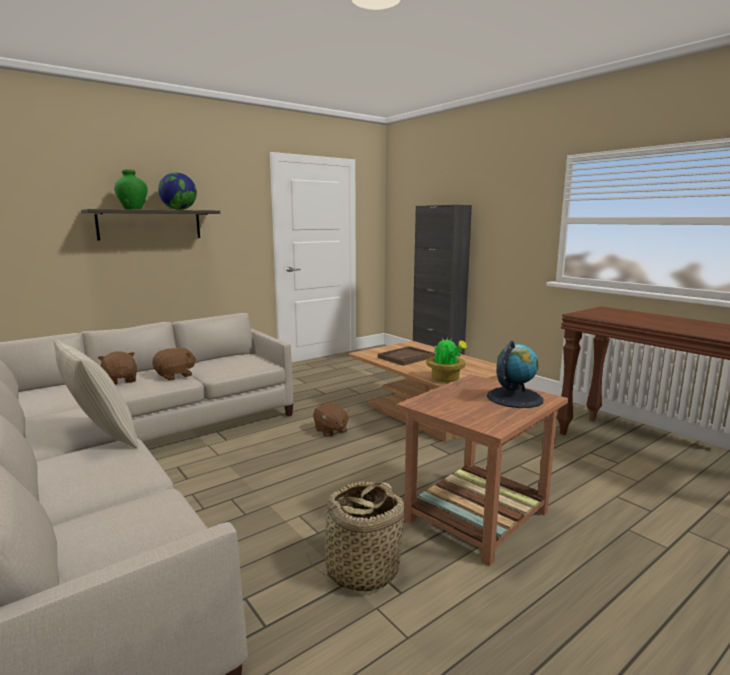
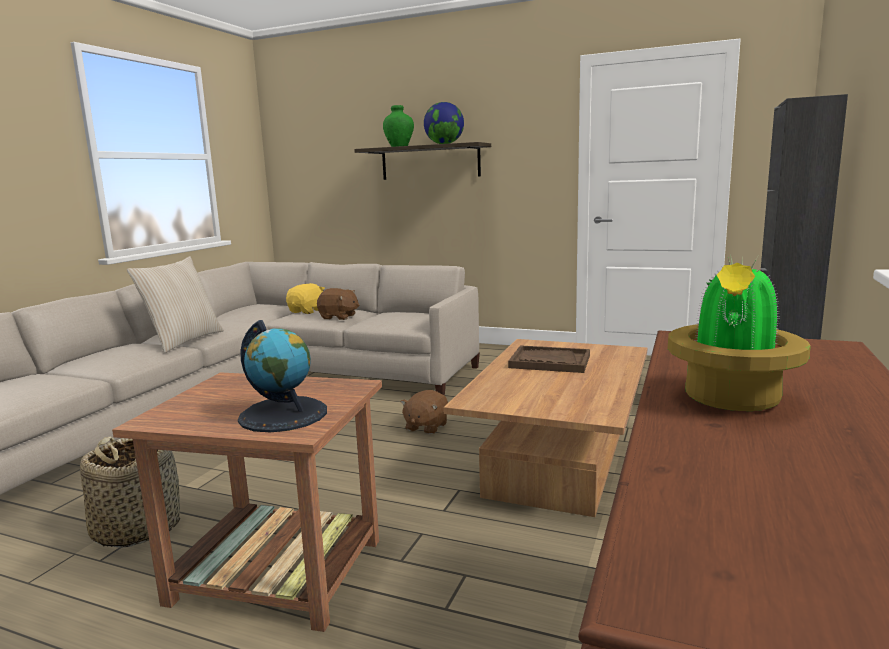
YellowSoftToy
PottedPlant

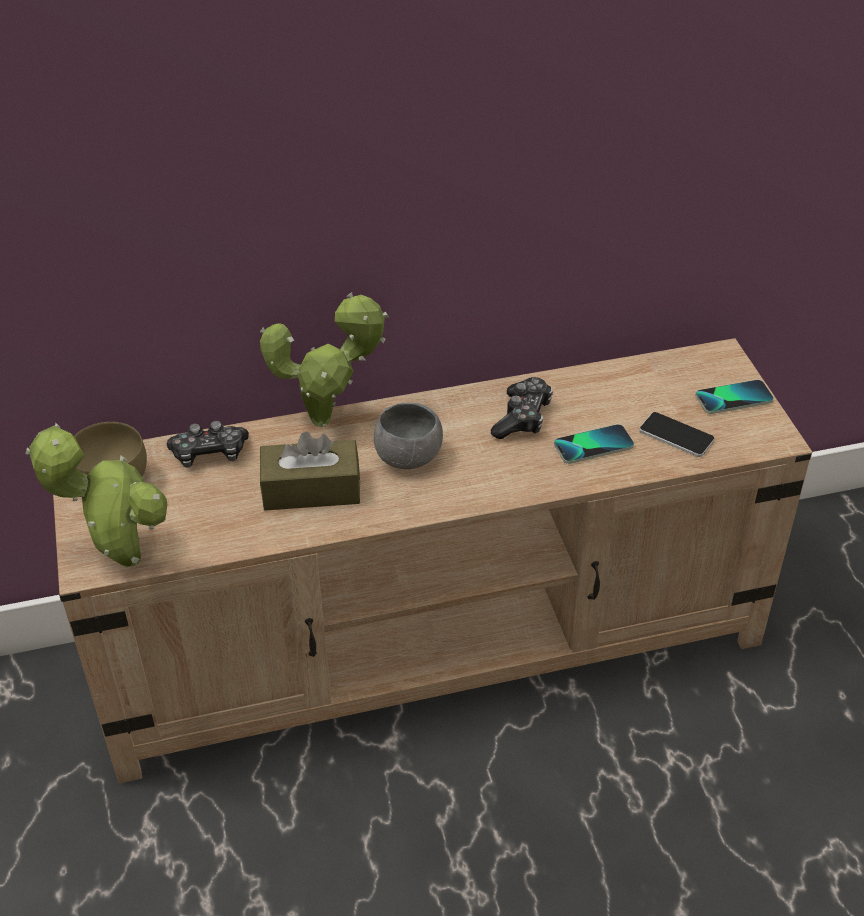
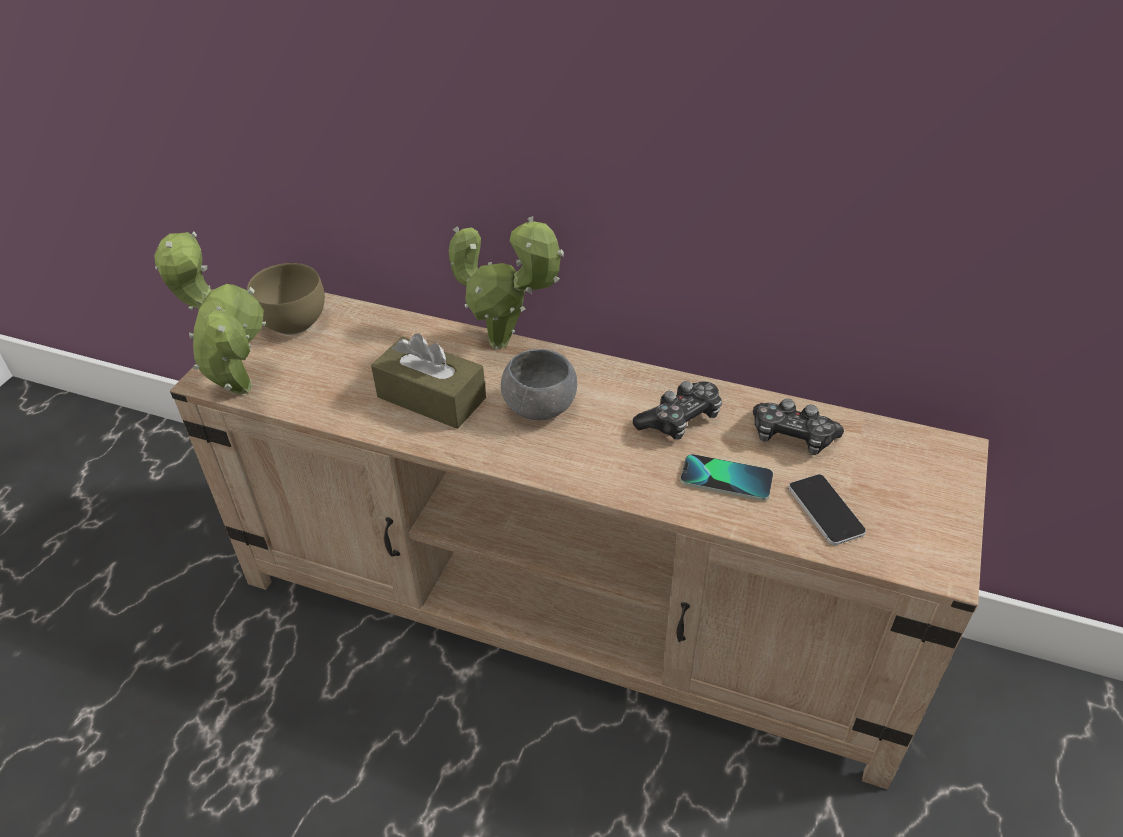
GameController (no. 2 from left)
Telephone (no. 3 from left in the first image)

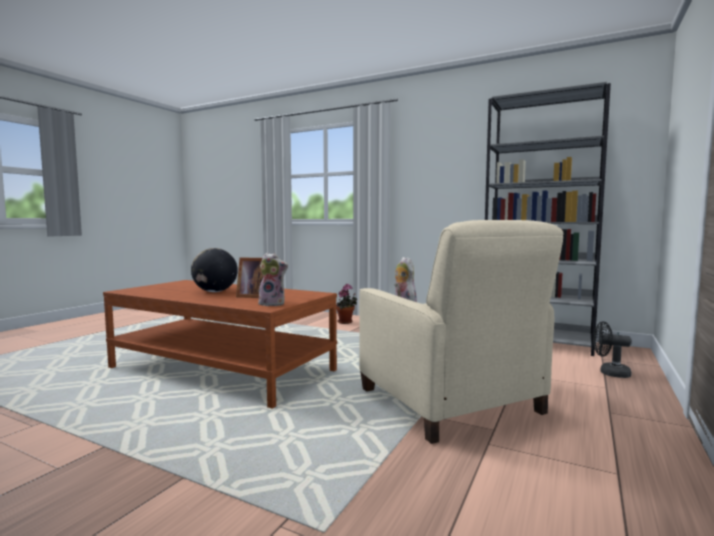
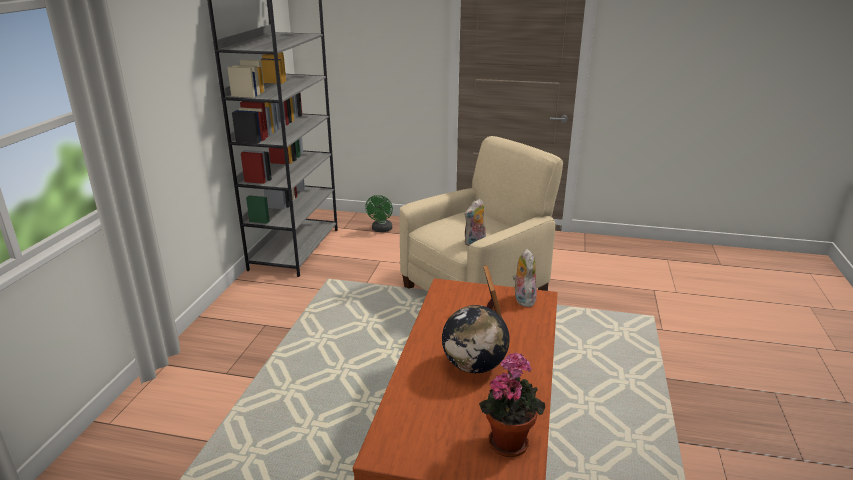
GreenishCoolingFan
PottedPlant

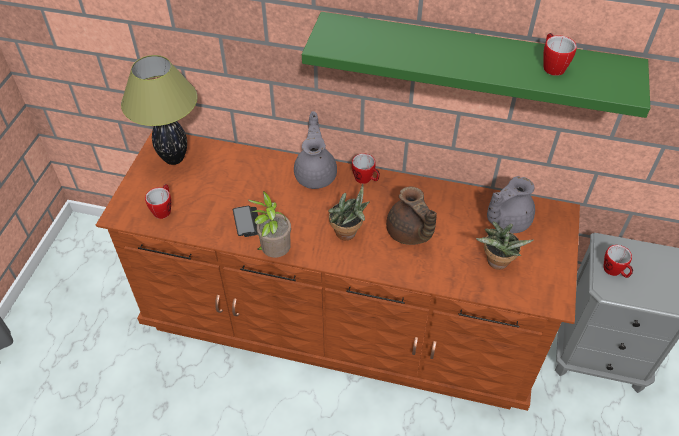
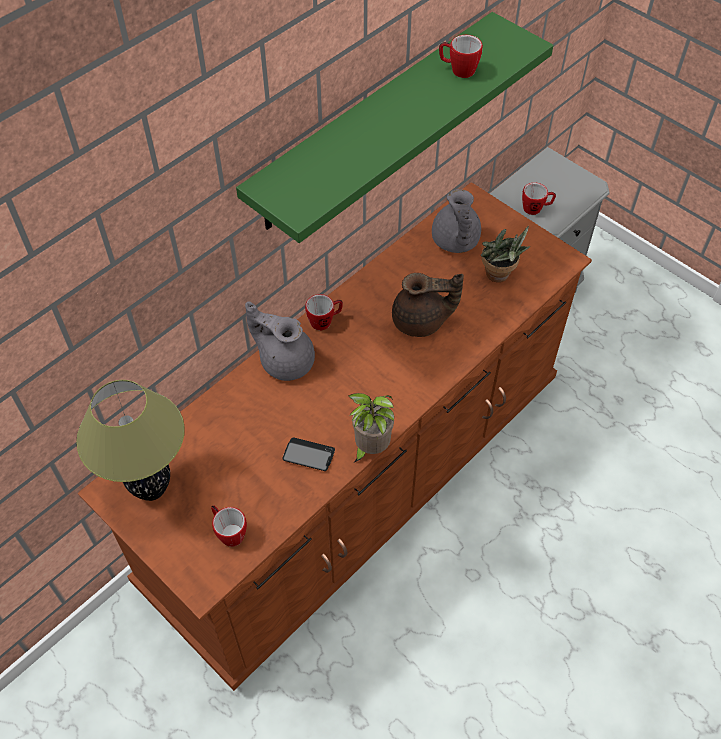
PottedPlant (no. 2 from left in the first image)

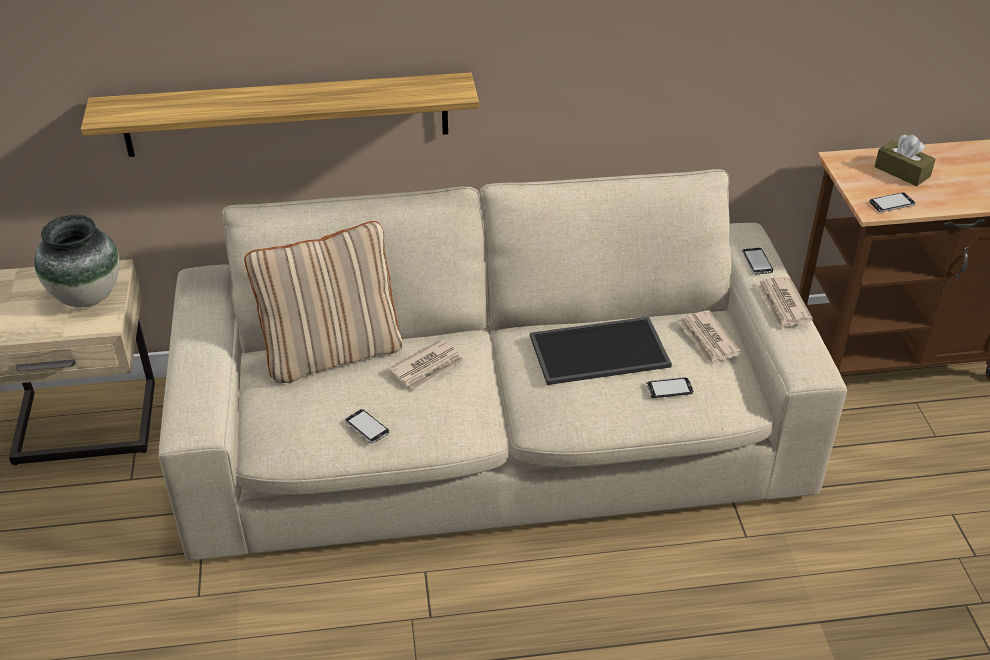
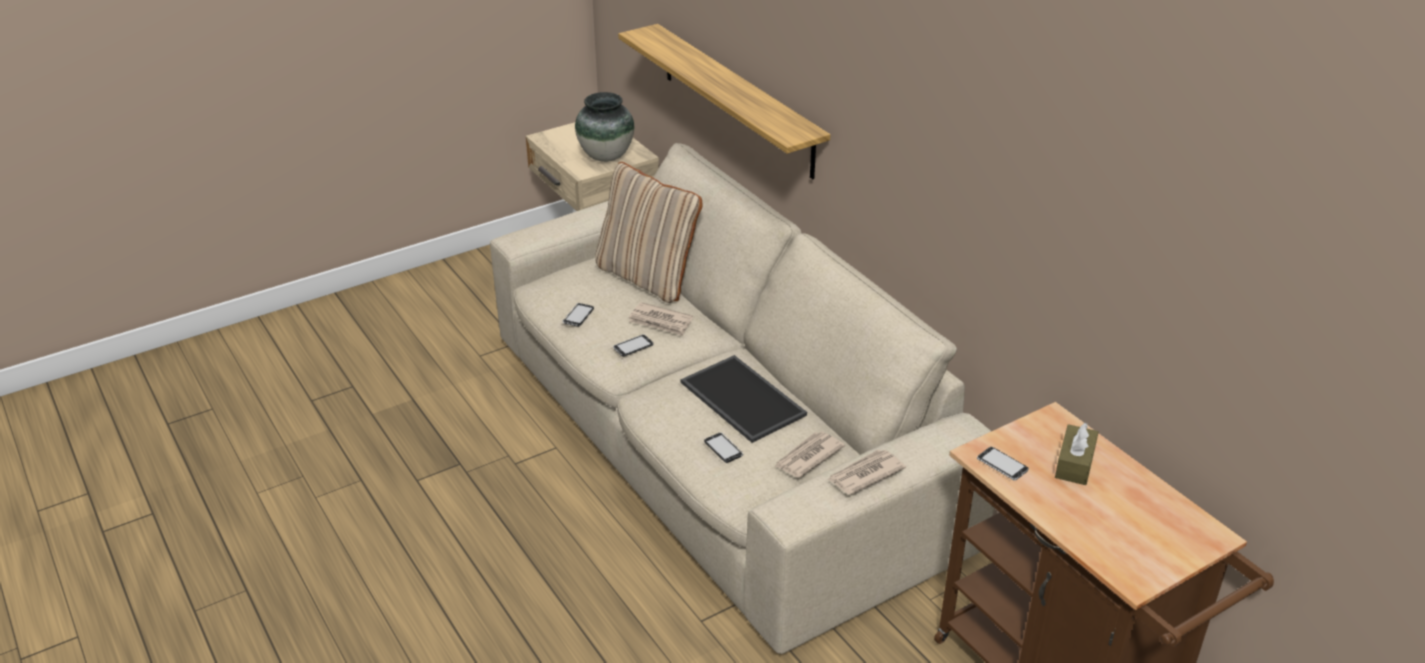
Telephone (no. 2 from left)

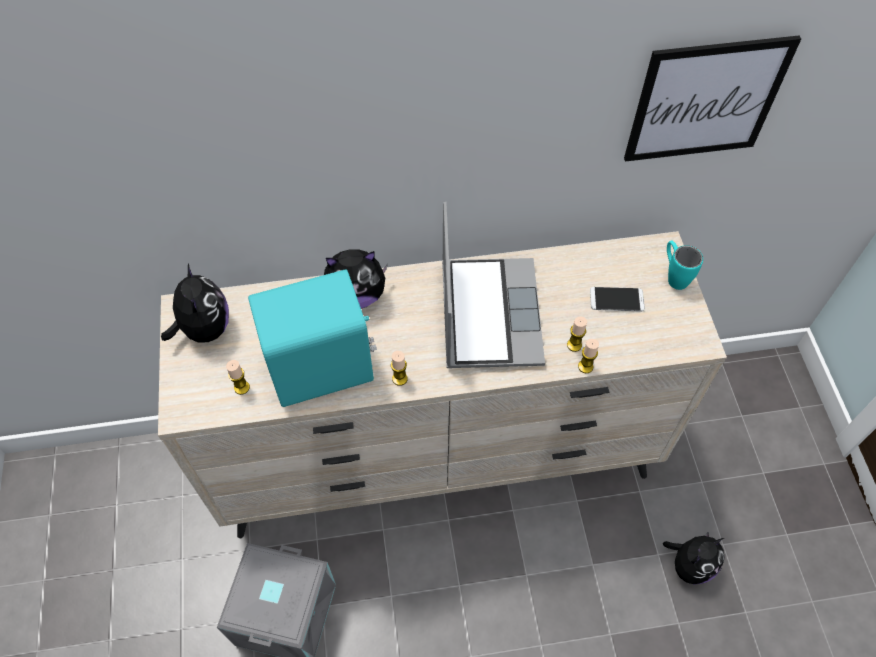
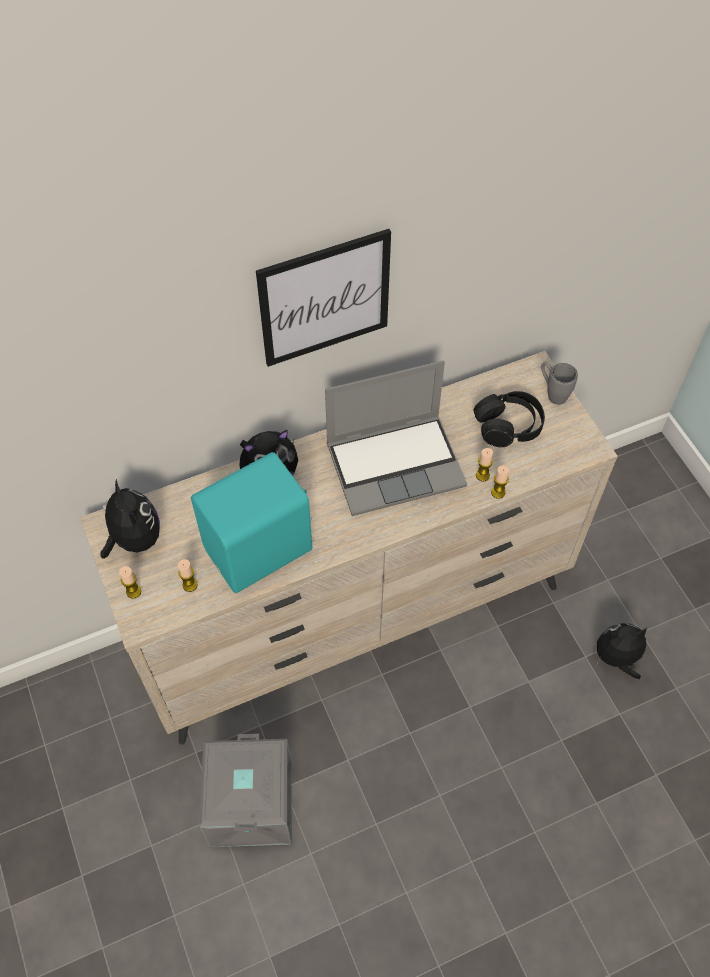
Candle (no. 1 from left)
WallPicture
NotebookComputer
BlackishPairOfHeadphones
GreyishMug
SoftToy (no. 3 from left)

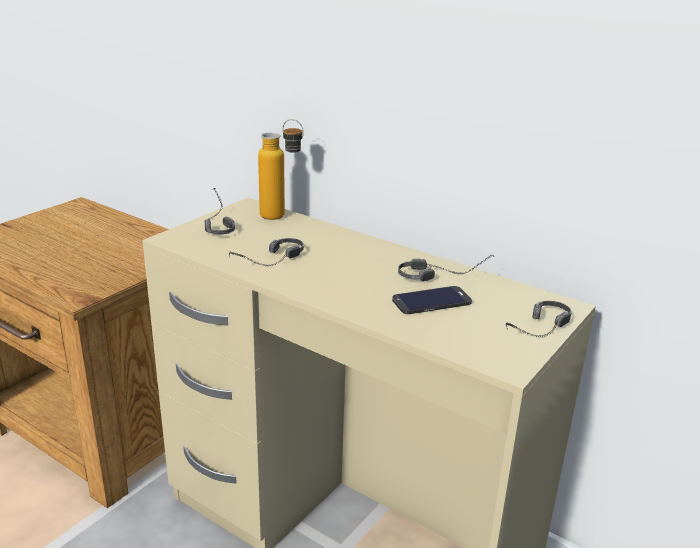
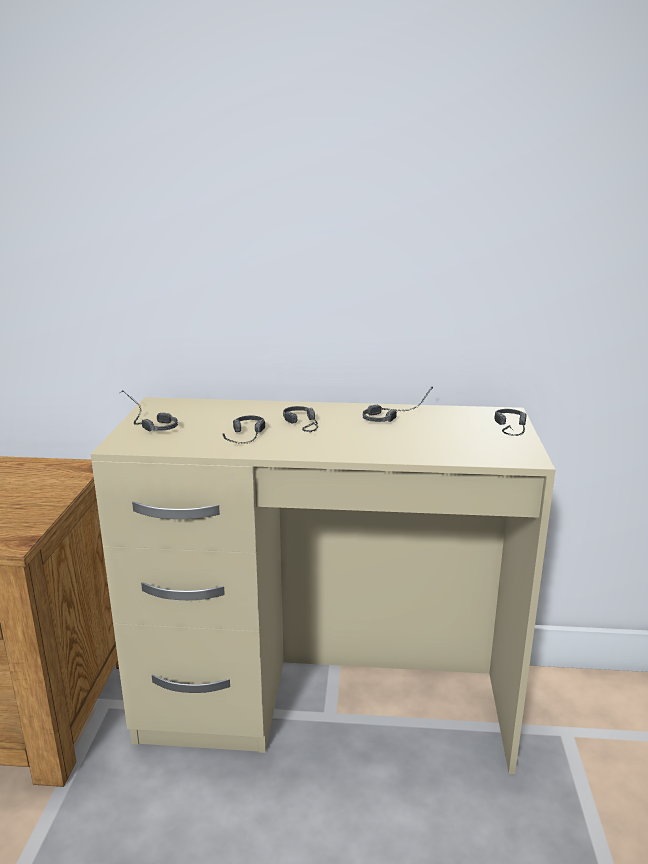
PairOfHeadphones (no. 3 from left)
DrinkBottle
Telephone

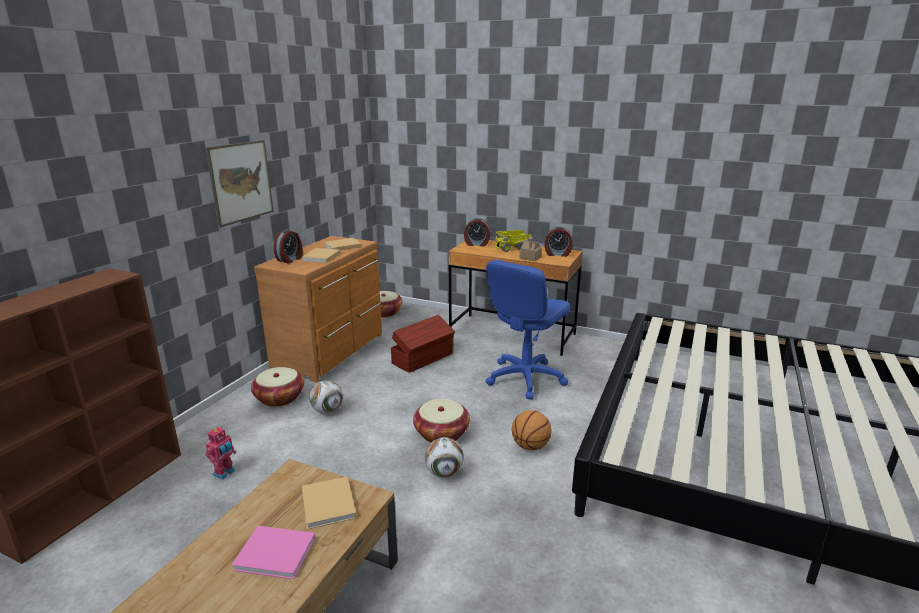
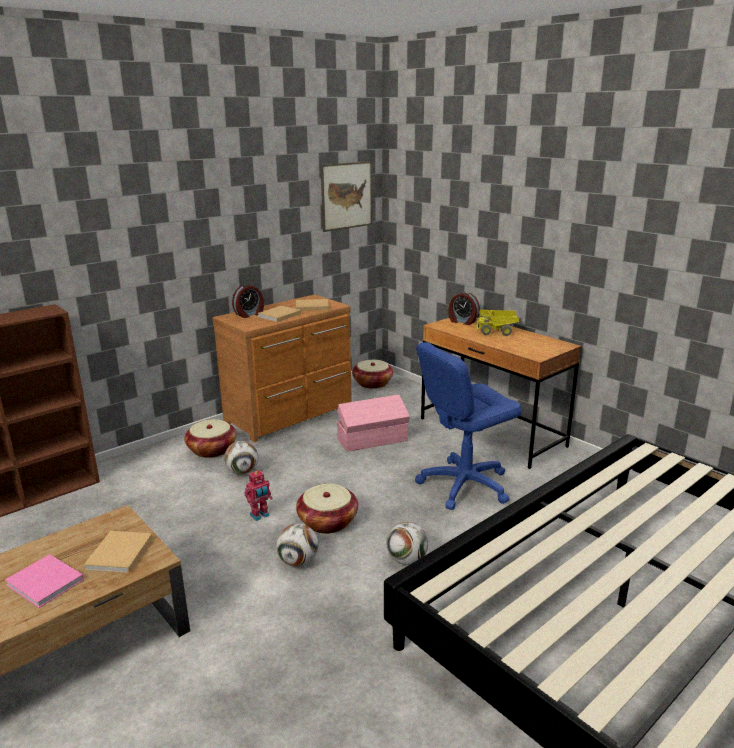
ToyRobot
WallPicture
PinkStorageContainer
FootballBall (no. 3 from left)
MiniatureHouse
AlarmClock (no. 3 from left in the first image)

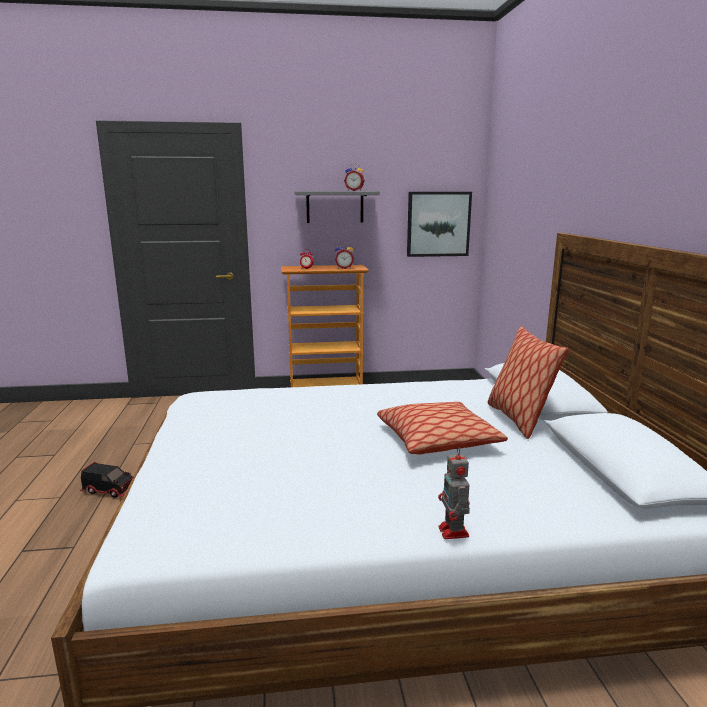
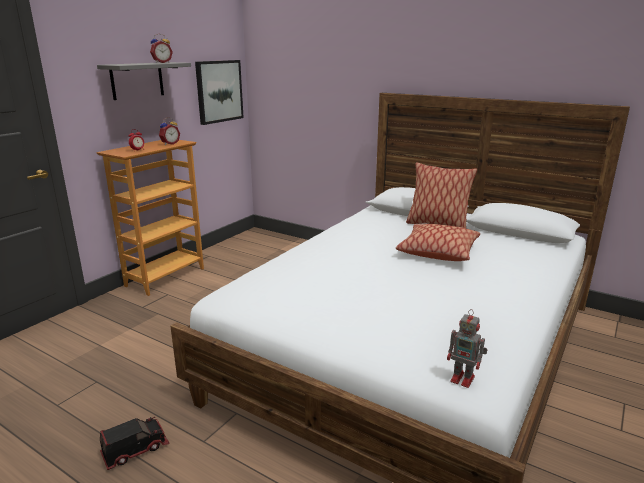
ToyRobot

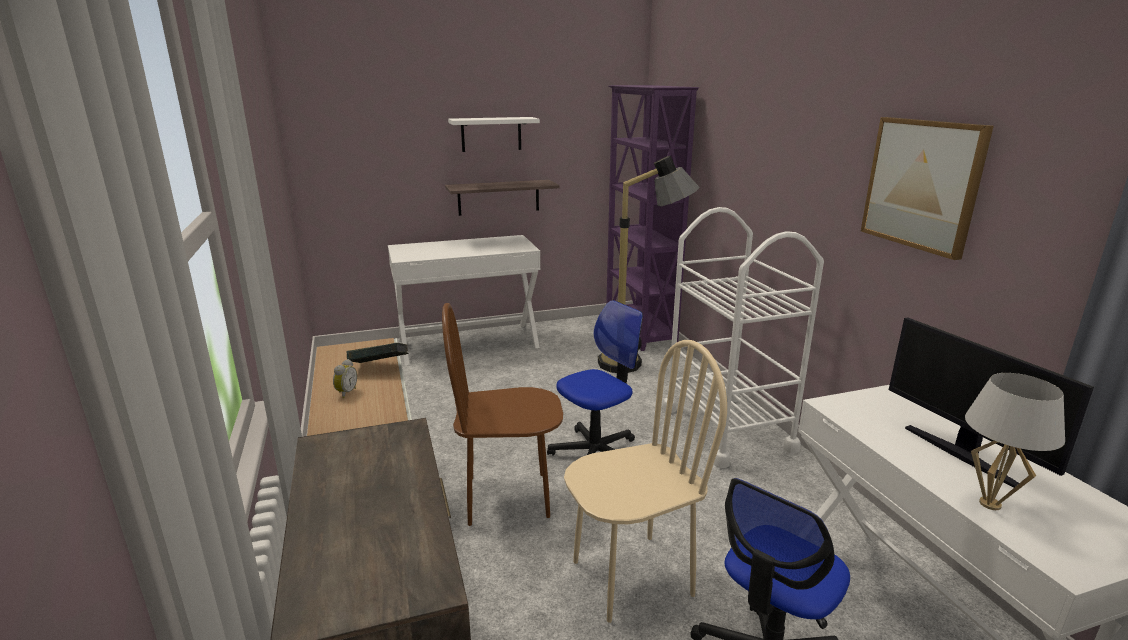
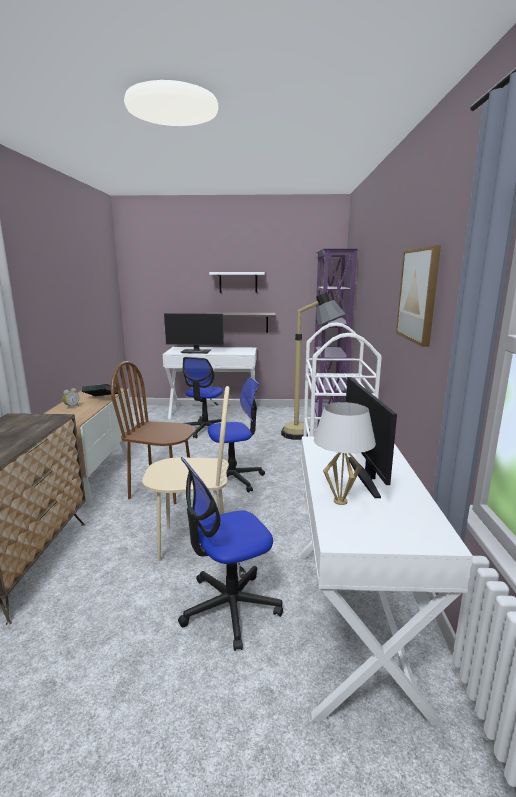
ComputerDisplay (no. 1 from left)
OfficeChair (no. 1 from left)

